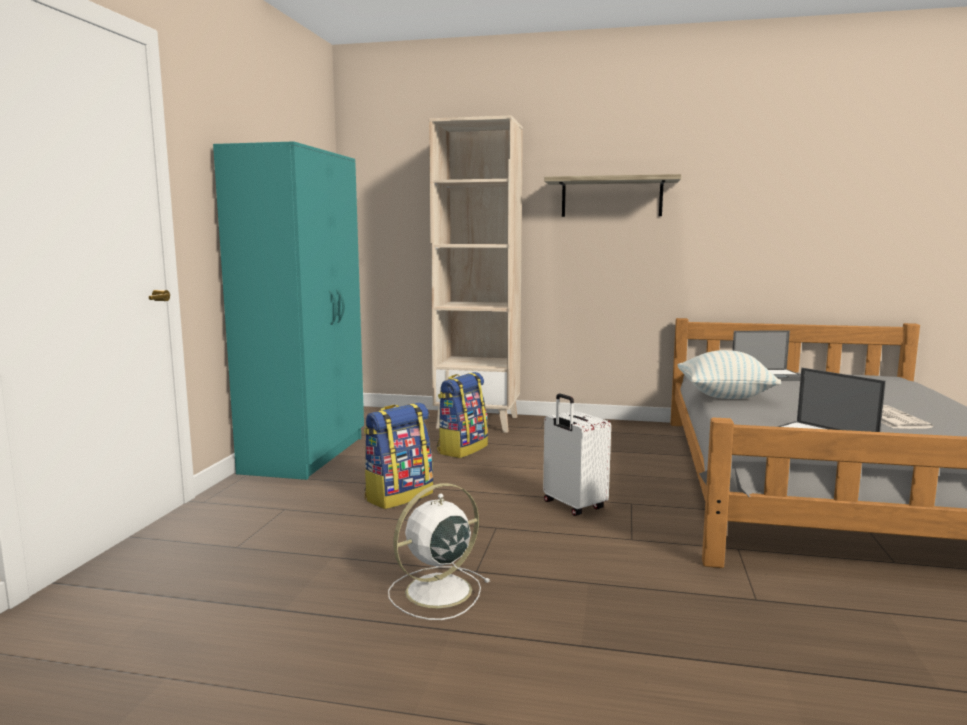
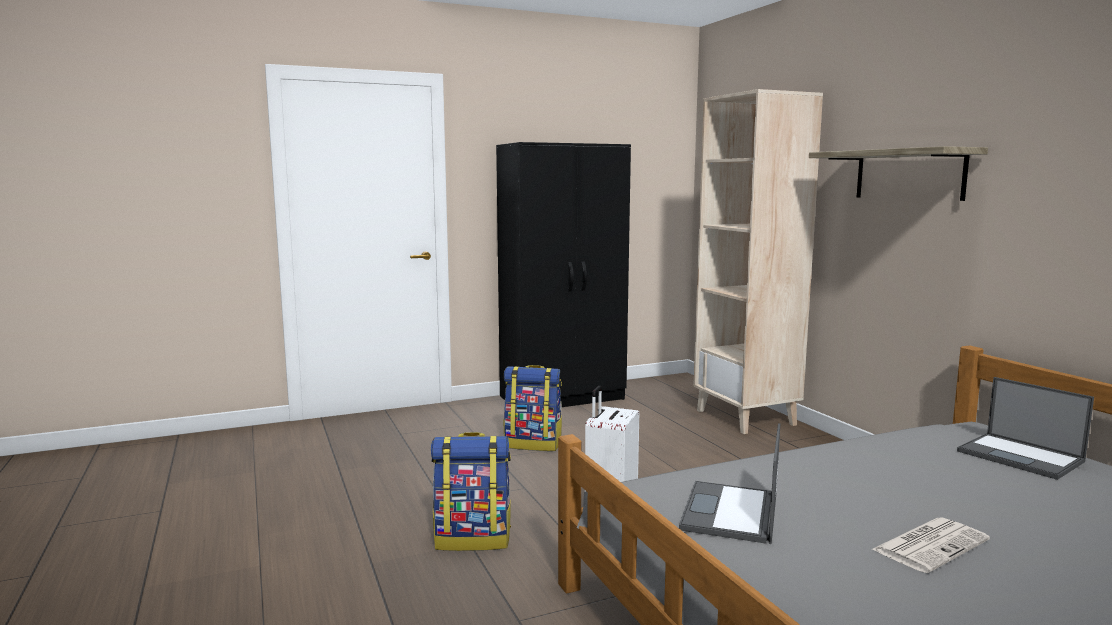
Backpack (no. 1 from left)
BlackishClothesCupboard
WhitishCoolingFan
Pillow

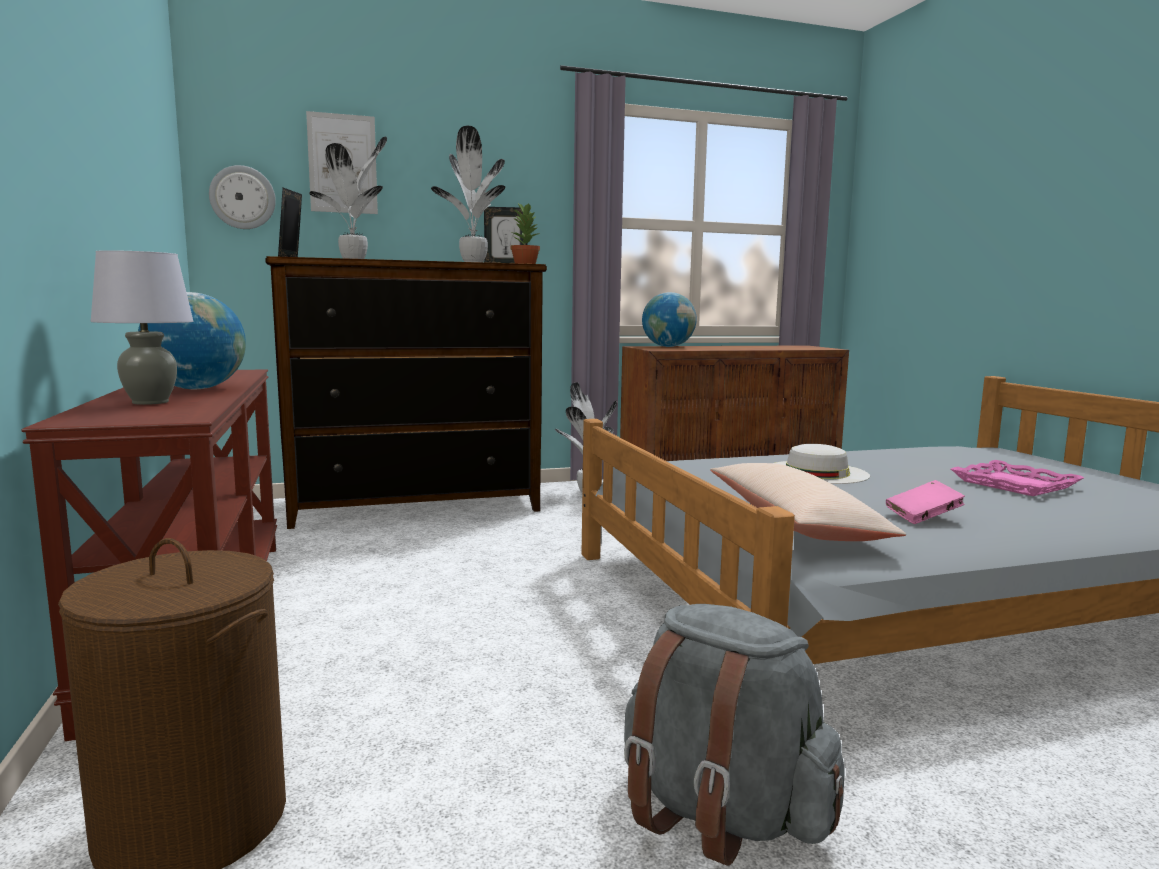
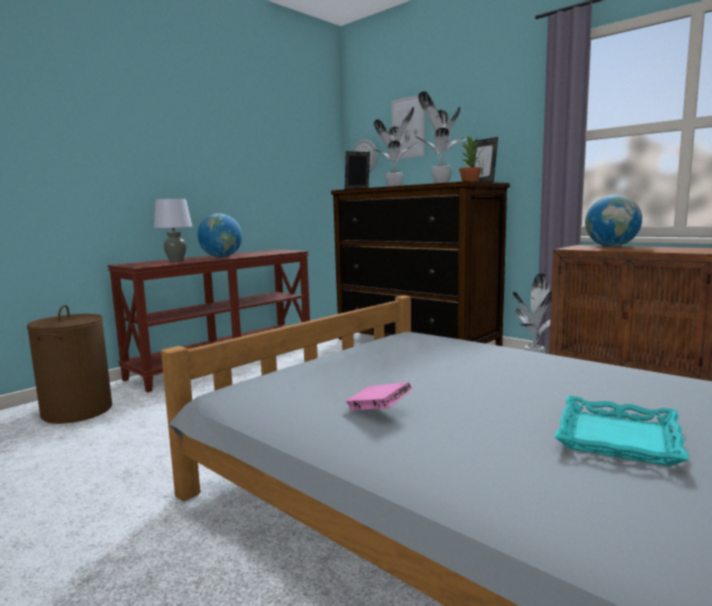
TurquoiseColouredServingTray
GreyishBackpack
SandColouredPillow
WhitishHat

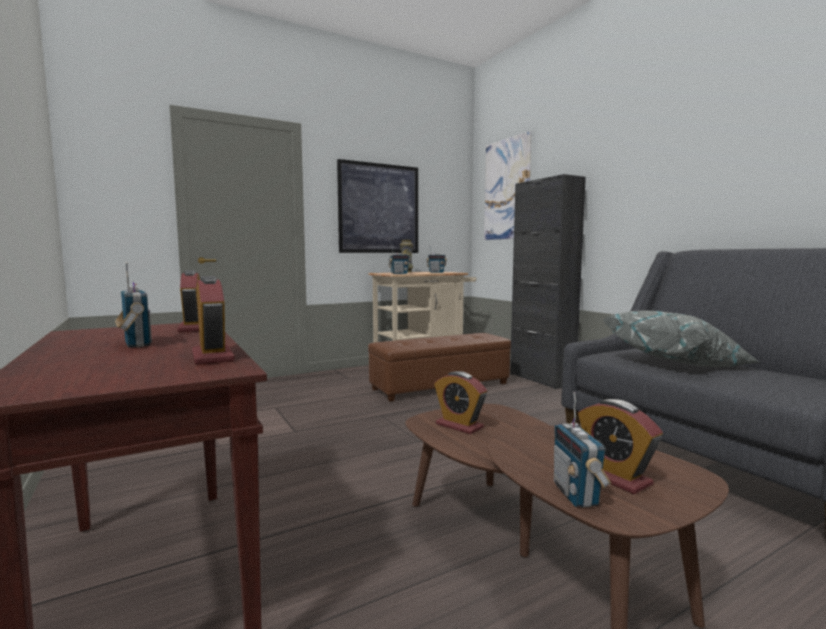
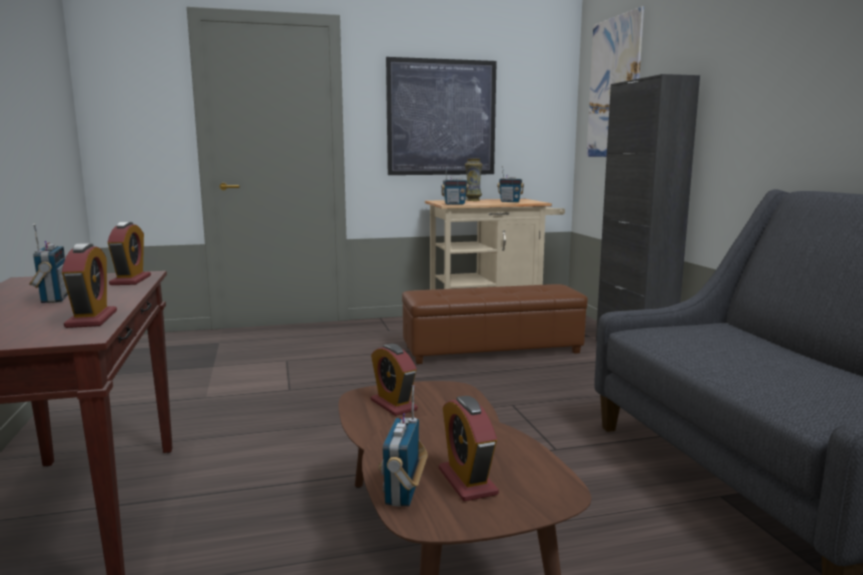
GreyishPillow

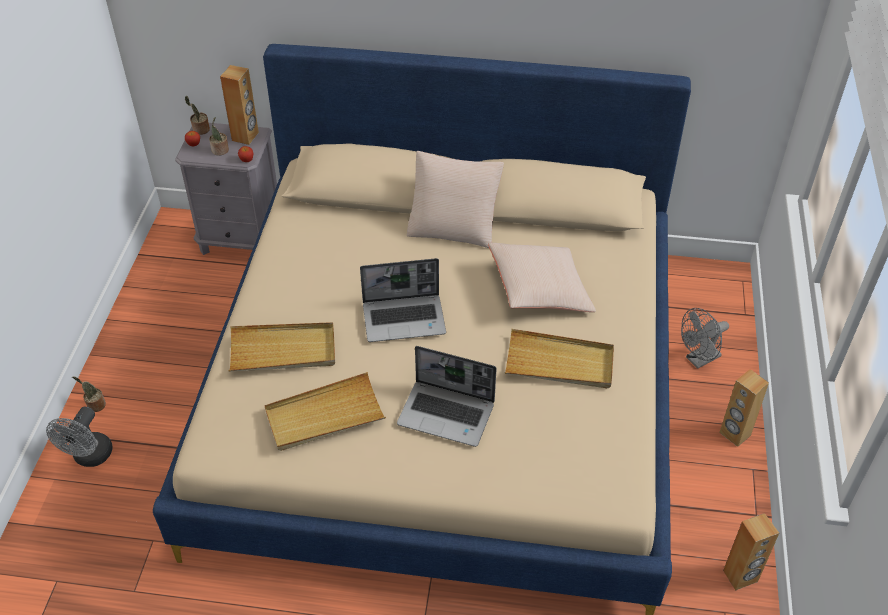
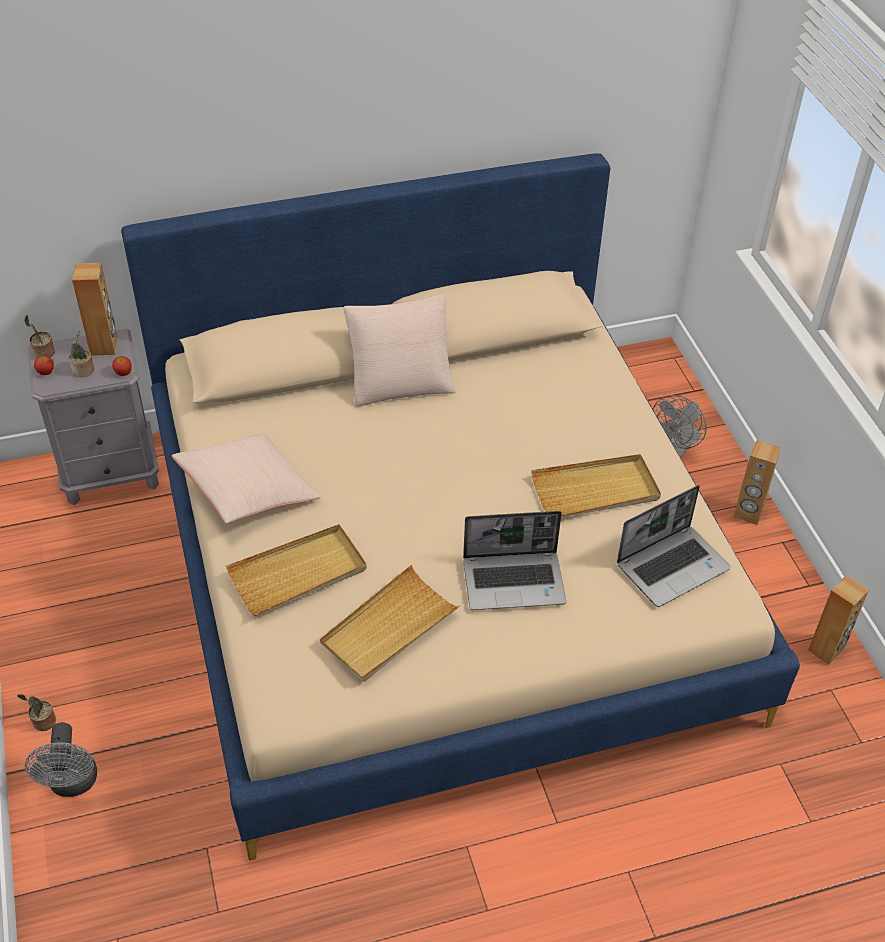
SandColouredPillow (no. 1 from left)
NotebookComputer (no. 2 from left)

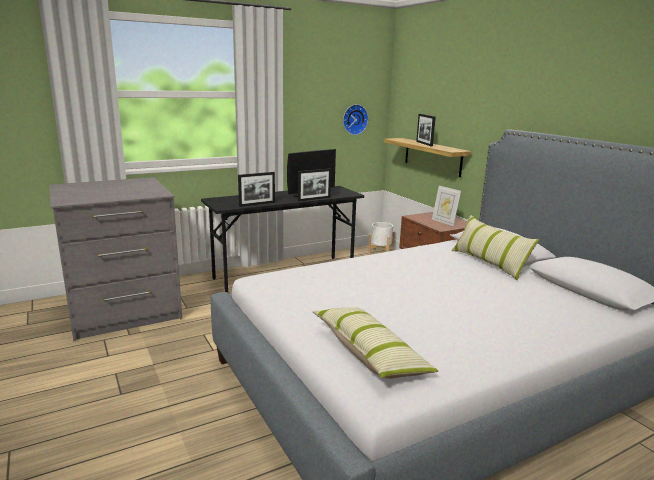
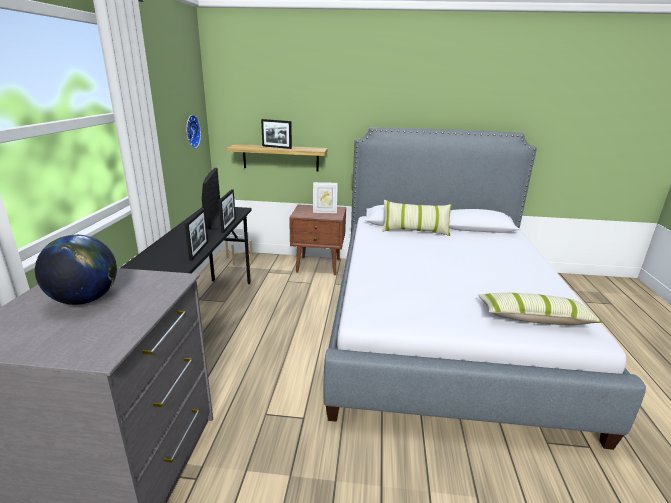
Globe

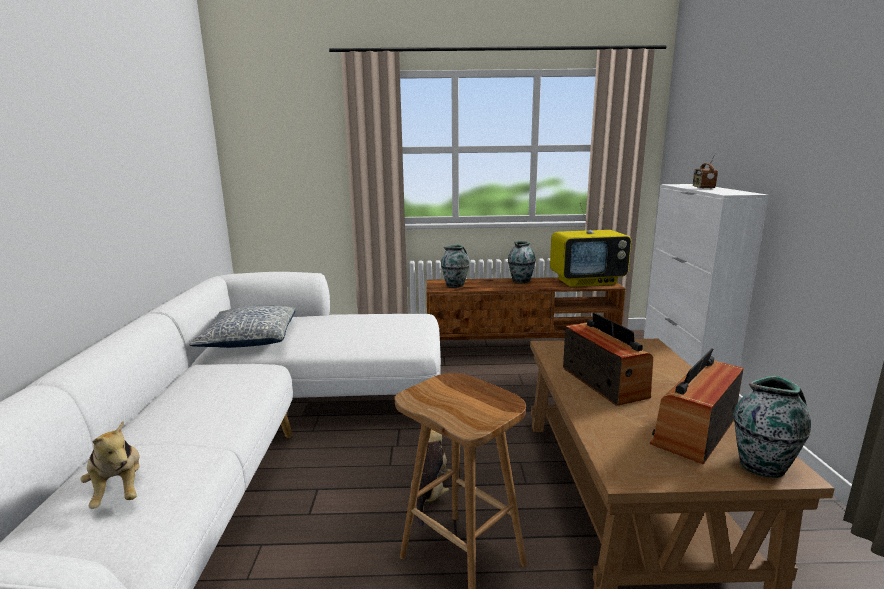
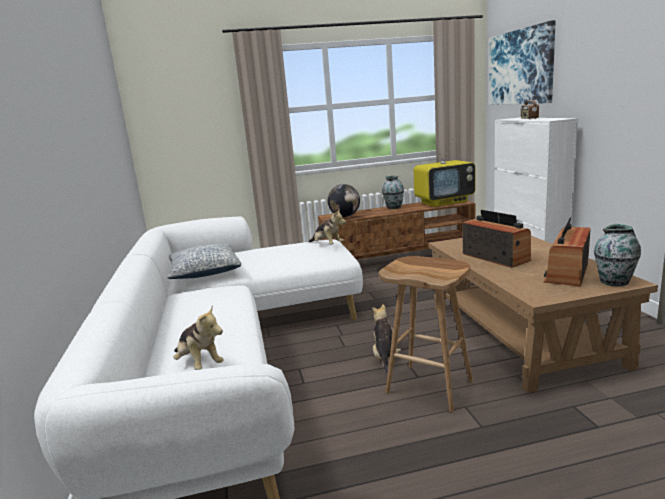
SoftToy (no. 2 from left)
Globe
WallPicture

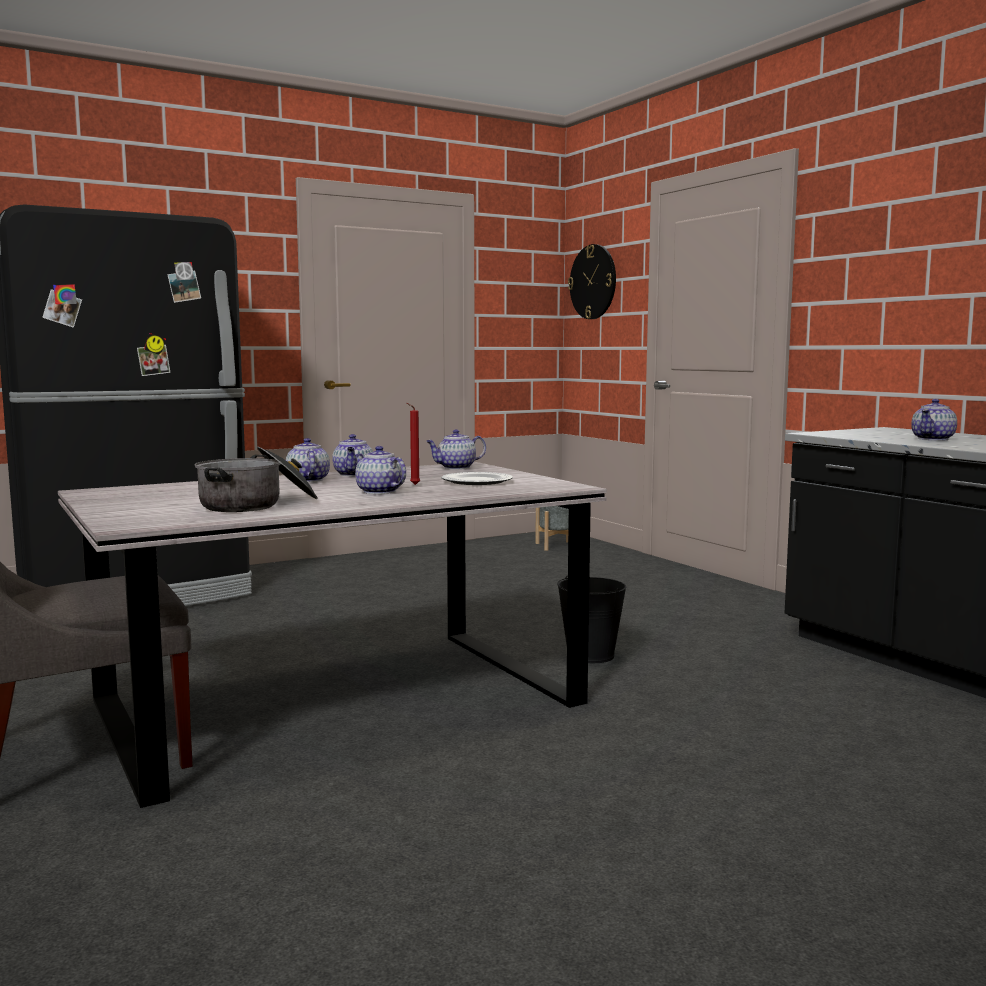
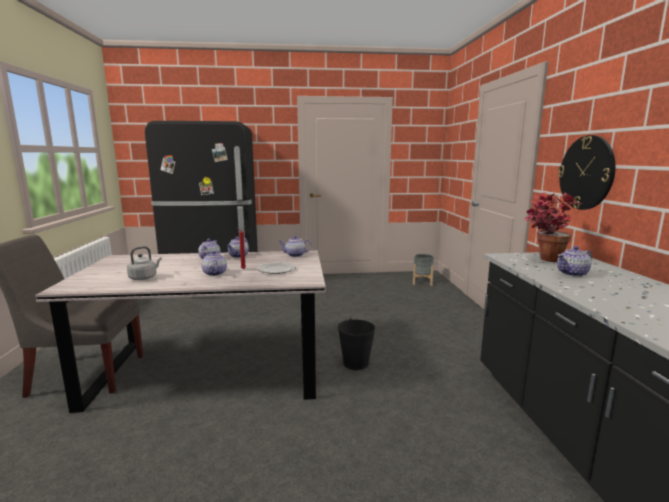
GreyishWaterKettle
PottedPlant
WallClock

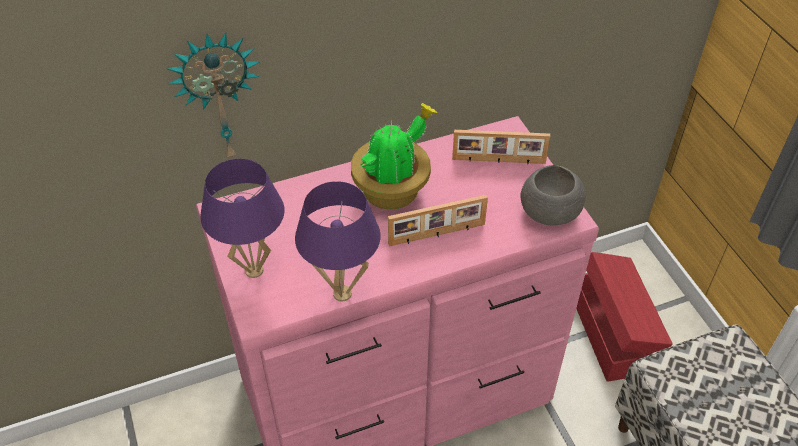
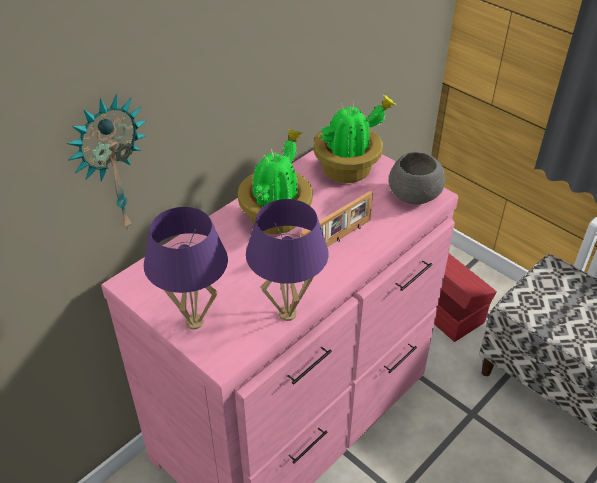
PottedPlant (no. 2 from left)

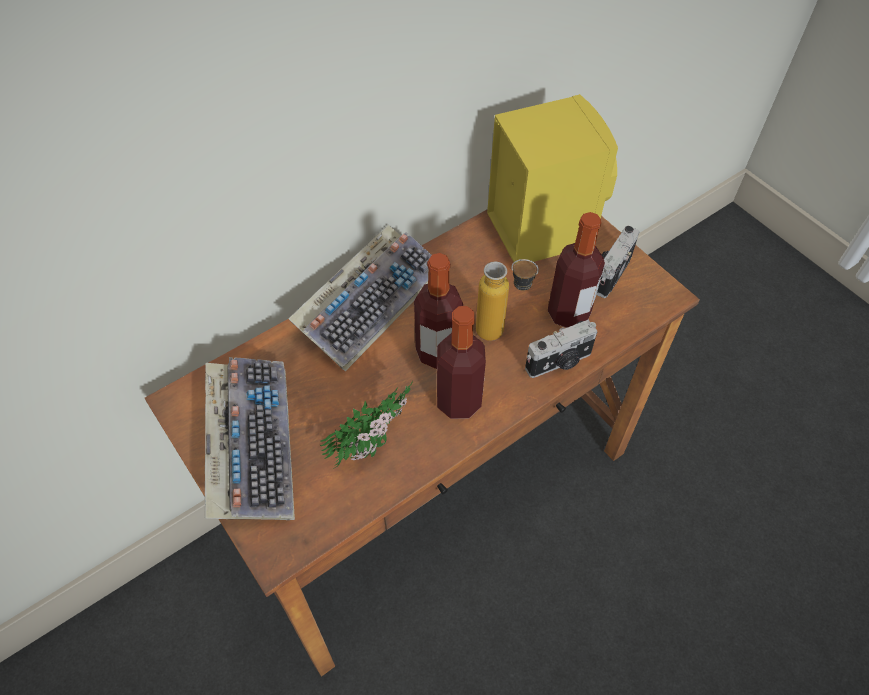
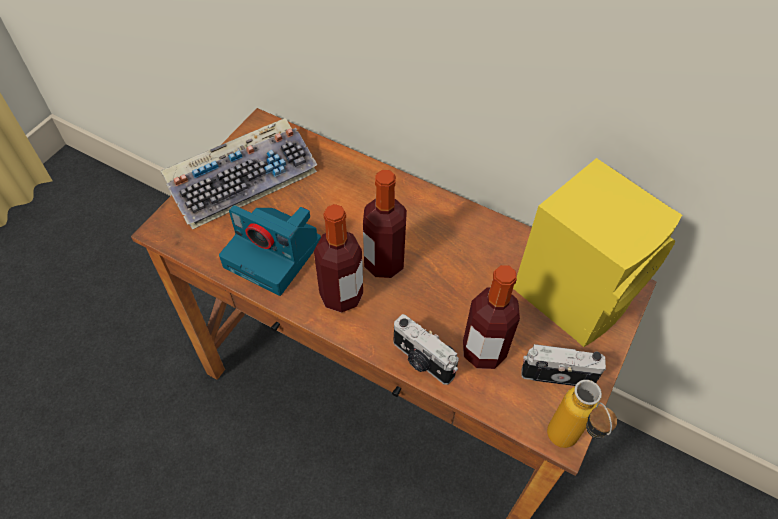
PhotoCamera (no. 1 from left)
DrinkBottle (no. 4 from left)
ComputerKeyboard (no. 2 from left in the first image)

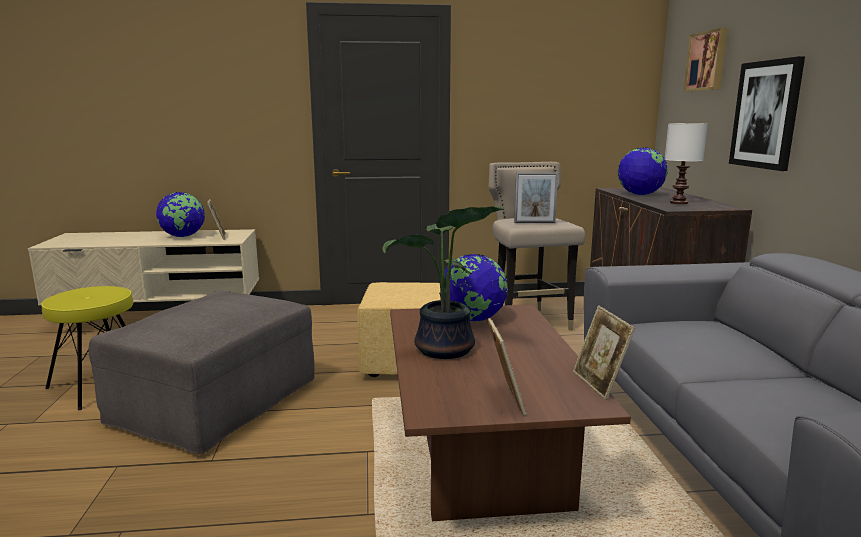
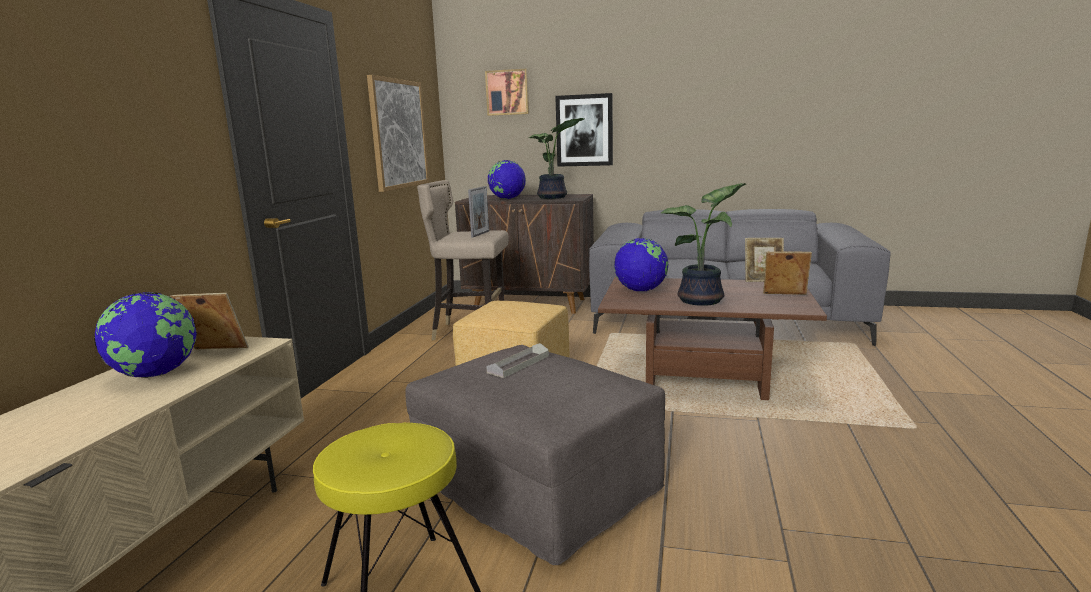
WallPicture (no. 1 from left)
GreyishServingTray
PottedPlant (no. 1 from left)

